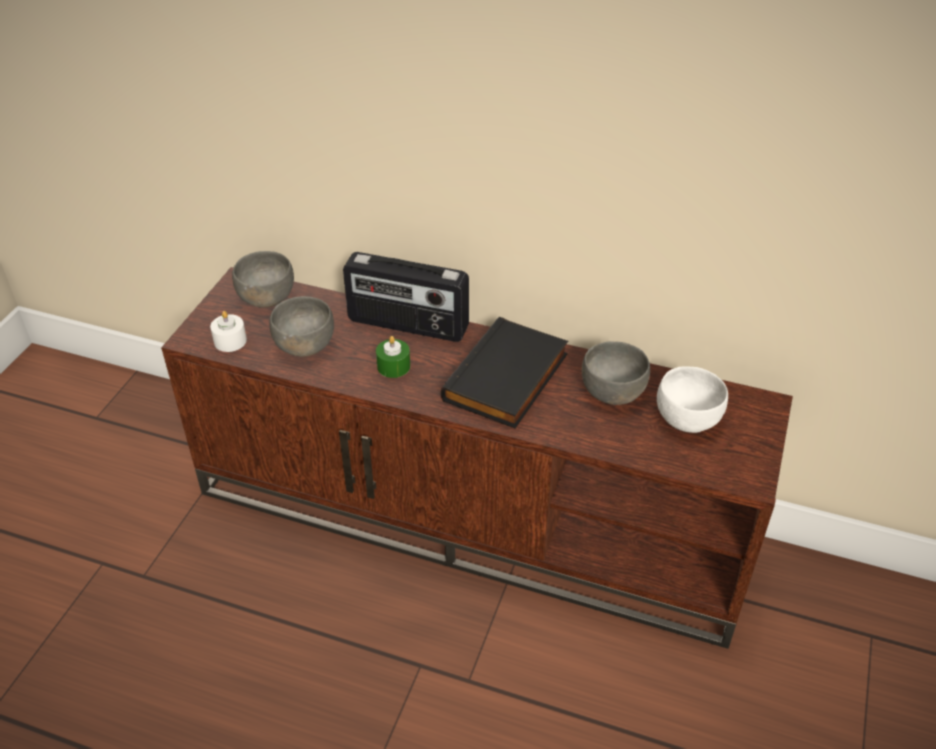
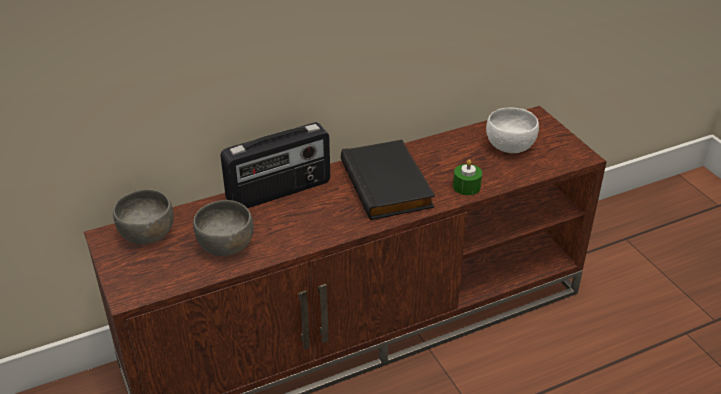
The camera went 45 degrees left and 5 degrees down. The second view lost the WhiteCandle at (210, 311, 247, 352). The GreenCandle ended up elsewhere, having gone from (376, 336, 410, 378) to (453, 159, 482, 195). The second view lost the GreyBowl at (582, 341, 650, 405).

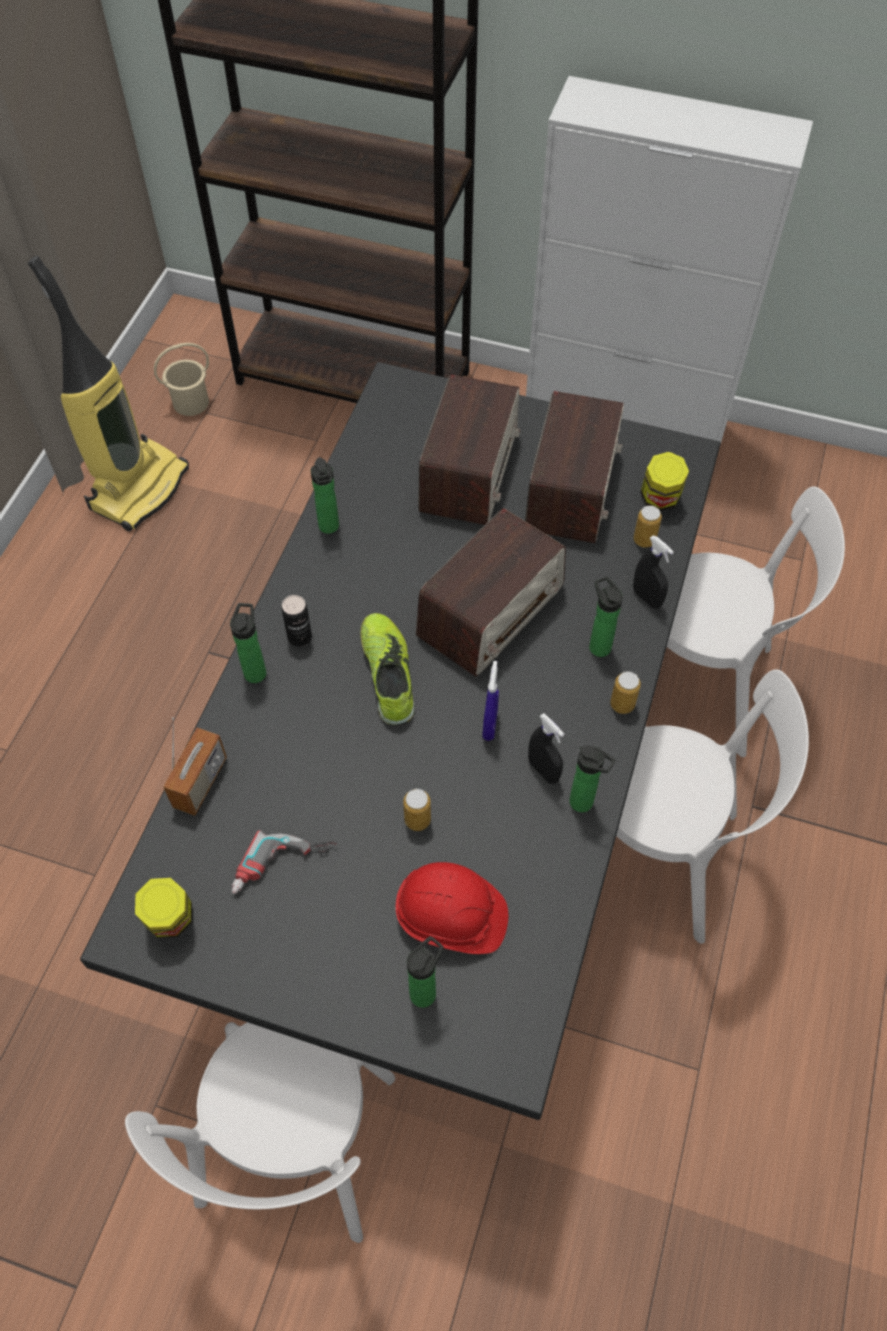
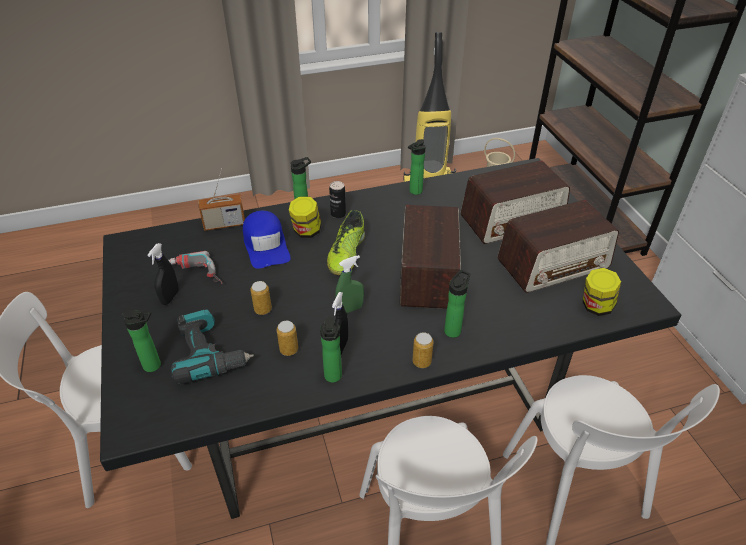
The camera went 55 degrees right and 15 degrees down. The Can ended up elsewhere, having gone from (633, 505, 662, 548) to (277, 321, 298, 356). The Radio at (416, 508, 566, 677) ended up facing another way, 90 degrees counterclockwise from before. The BlackSprayBottle ended up elsewhere, having gone from (633, 535, 674, 609) to (147, 243, 179, 305). The Shoe at (361, 613, 415, 725) ended up facing another way, 150 degrees clockwise from before. What was the BlueSprayBottle at (482, 661, 499, 741) turned into the GreenSprayBottle at (335, 255, 364, 313). Where the RedHardHat stood at (395, 862, 508, 954), the PowerDrill came to stand at (171, 309, 254, 384). The Jar ended up elsewhere, having gone from (135, 878, 192, 938) to (289, 196, 321, 238). The second view gained the BlueCap at (243, 211, 291, 269).

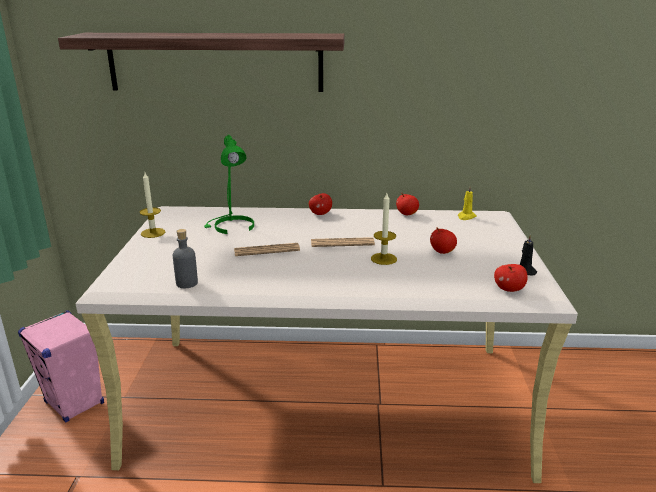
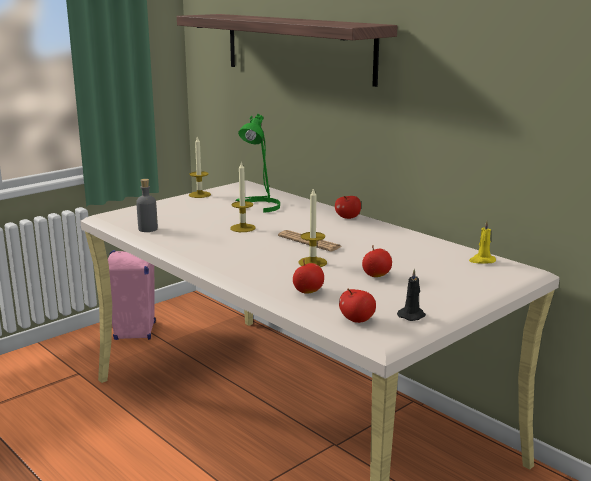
The camera went 45 degrees right and 5 degrees down. The Apple ended up elsewhere, having gone from (396, 193, 419, 215) to (293, 259, 324, 294). Where the Newspaper stood at (234, 243, 300, 256), the Candle came to stand at (230, 161, 256, 232).

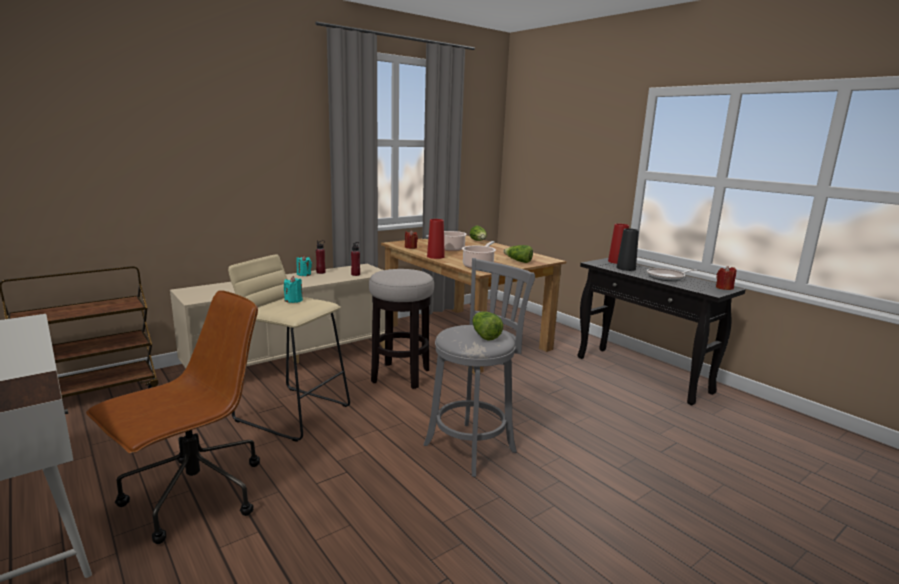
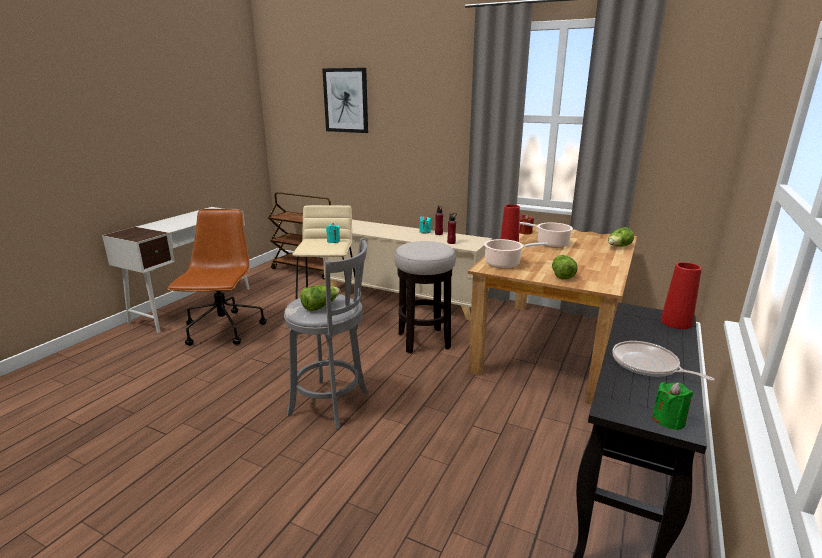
The camera went 65 degrees right and 5 degrees up. The second view lost the BlackVase at (616, 228, 639, 271). What was the RedCandle at (716, 266, 736, 290) turned into the GreenCandle at (652, 382, 693, 430). The BrownOfficeChair at (86, 290, 260, 544) ended up facing another way, 105 degrees counterclockwise from before. The second view gained the Picture at (322, 68, 368, 133).

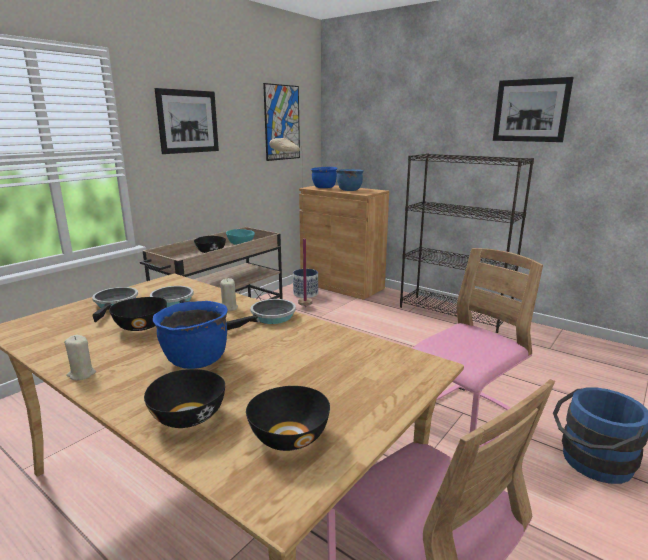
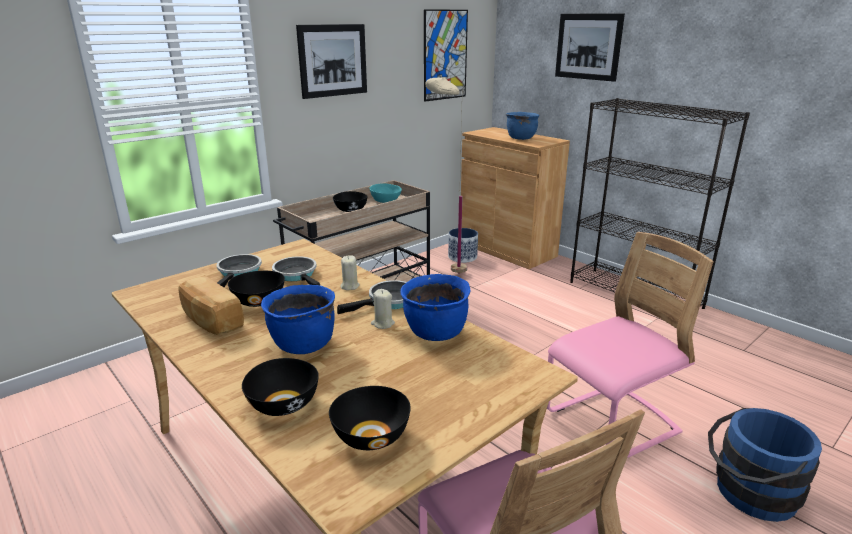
The camera went 10 degrees right and 5 degrees up. The Picture ended up elsewhere, having gone from (493, 77, 574, 142) to (555, 13, 625, 82). The BlueCookingPot ended up elsewhere, having gone from (311, 167, 337, 188) to (400, 274, 471, 341). The BeigeCandle ended up elsewhere, having gone from (64, 335, 96, 380) to (371, 289, 395, 329). The second view gained the Bread at (178, 275, 244, 335).

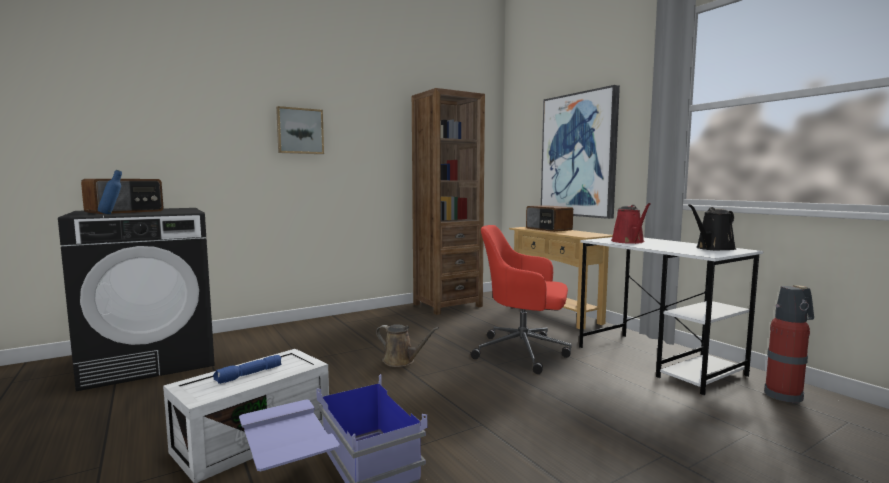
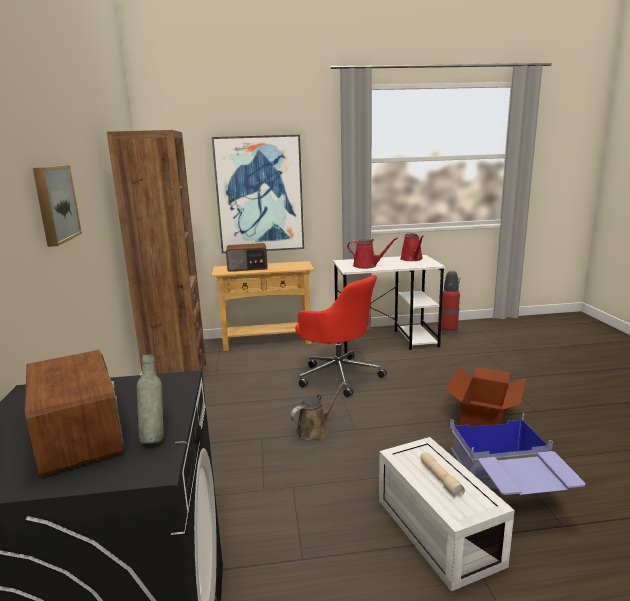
The camera went 65 degrees left and 10 degrees up. What was the BlueBottle at (98, 170, 122, 214) turned into the GreyBottle at (137, 354, 163, 444). What was the BlackWateringCan at (688, 204, 736, 251) turned into the RedWateringCan at (400, 233, 424, 261). The RedOfficeChair at (471, 225, 571, 374) ended up facing another way, 90 degrees counterclockwise from before. What was the BlueFlashlight at (213, 355, 281, 384) turned into the BeigeFlashlight at (420, 452, 465, 497). The second view gained the CardboardBox at (446, 367, 526, 427).

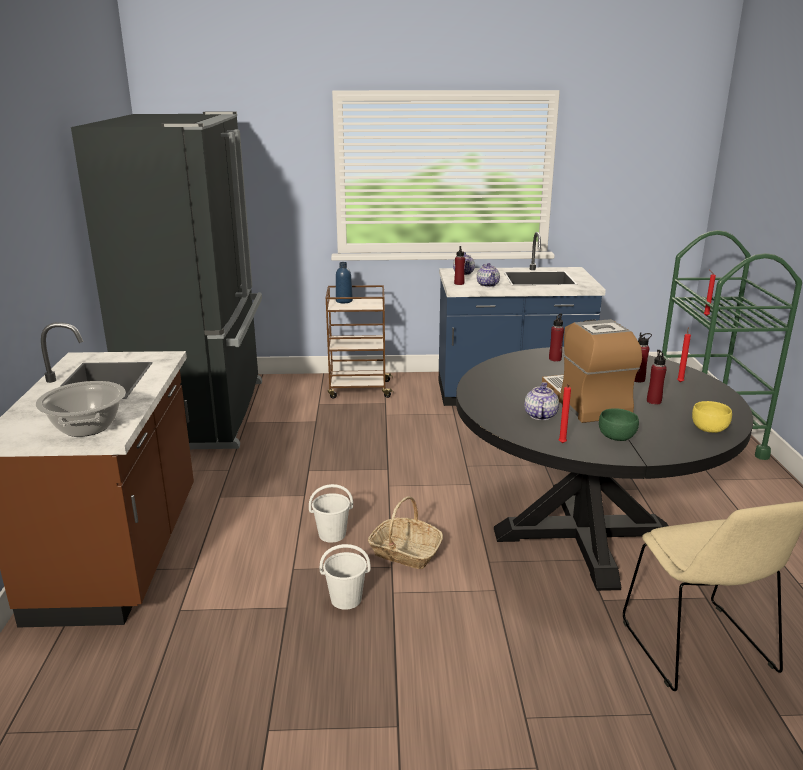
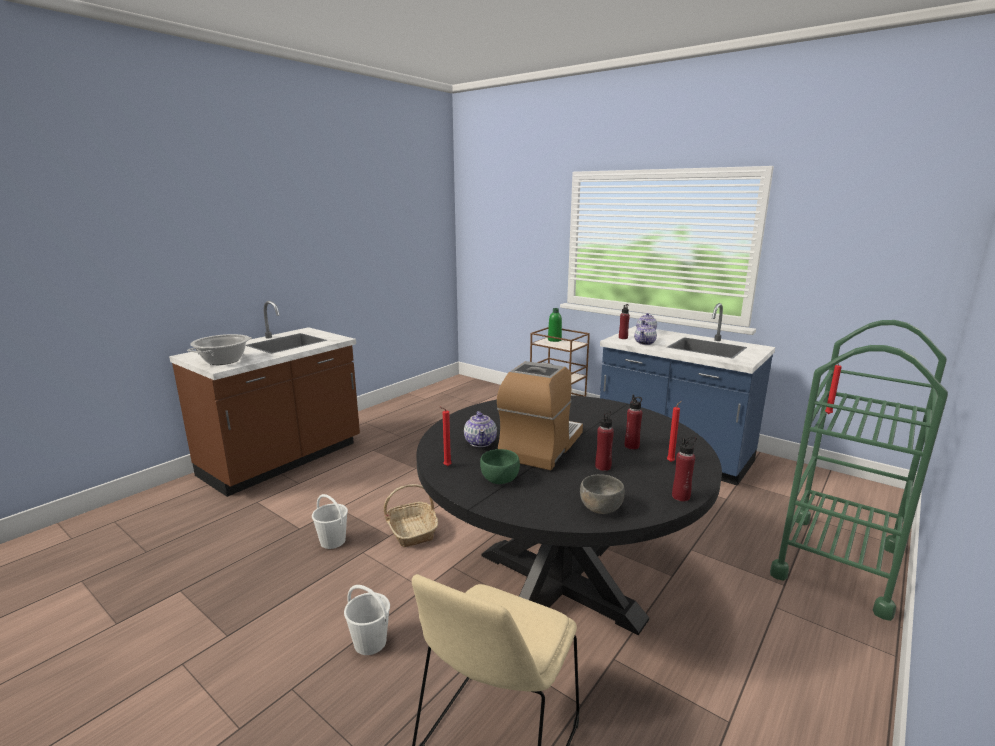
The camera went 40 degrees right and 5 degrees down. The second view lost the BlackFridge at (71, 111, 262, 449). What was the BlueBottle at (336, 262, 353, 303) turned into the GreenBottle at (548, 308, 562, 342). The RedBottle ended up elsewhere, having gone from (549, 313, 564, 361) to (672, 436, 697, 502). The Teapot at (524, 382, 559, 420) ended up facing another way, 120 degrees clockwise from before. What was the YellowBowl at (692, 401, 732, 433) turned into the GreyBowl at (580, 474, 625, 514). The WhiteBucket ended up elsewhere, having gone from (309, 484, 353, 543) to (344, 585, 390, 655).

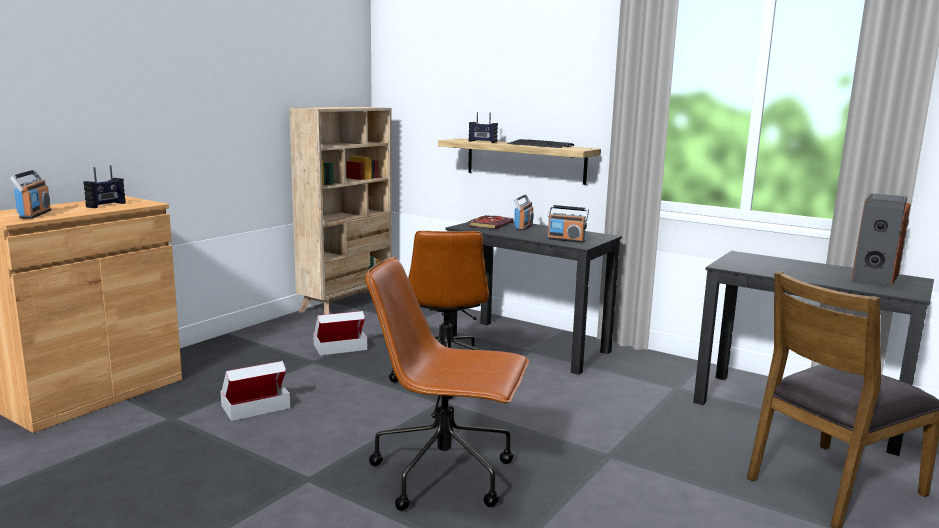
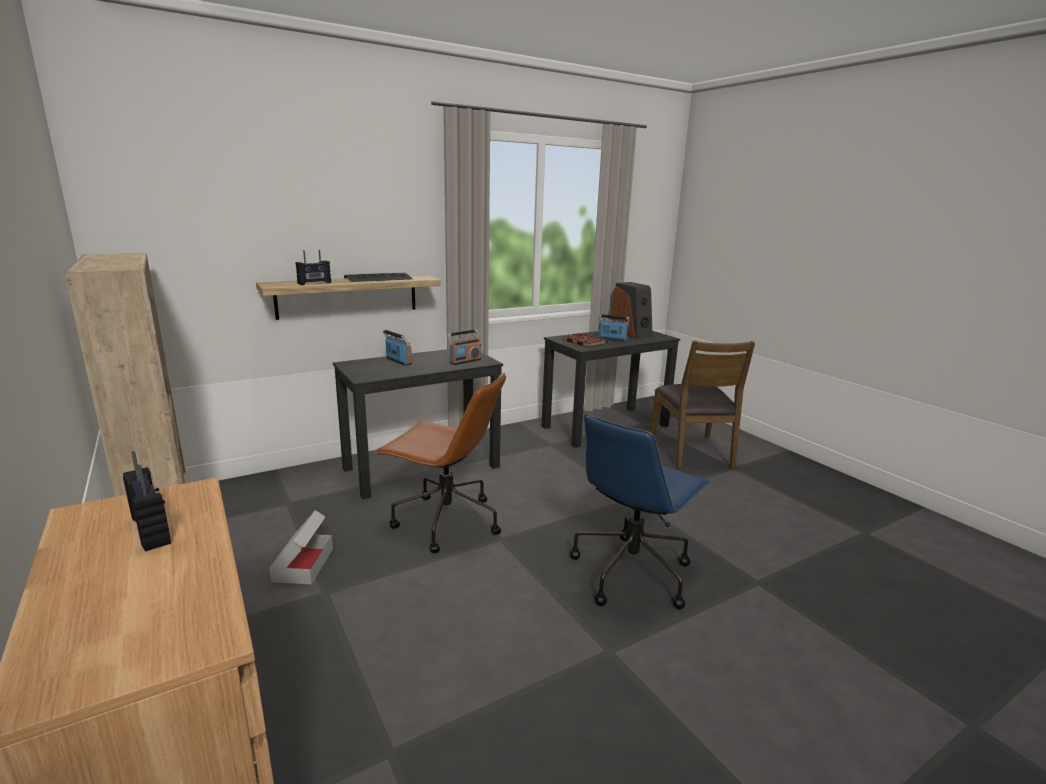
The camera went 65 degrees left and 5 degrees up. The Radio ended up elsewhere, having gone from (10, 170, 51, 219) to (598, 314, 629, 342). The Book ended up elsewhere, having gone from (468, 215, 514, 229) to (562, 333, 607, 347). What was the BrownOfficeChair at (365, 257, 529, 511) turned into the BlueOfficeChair at (570, 414, 711, 609). The second view lost the CardboardBox at (220, 361, 290, 421).

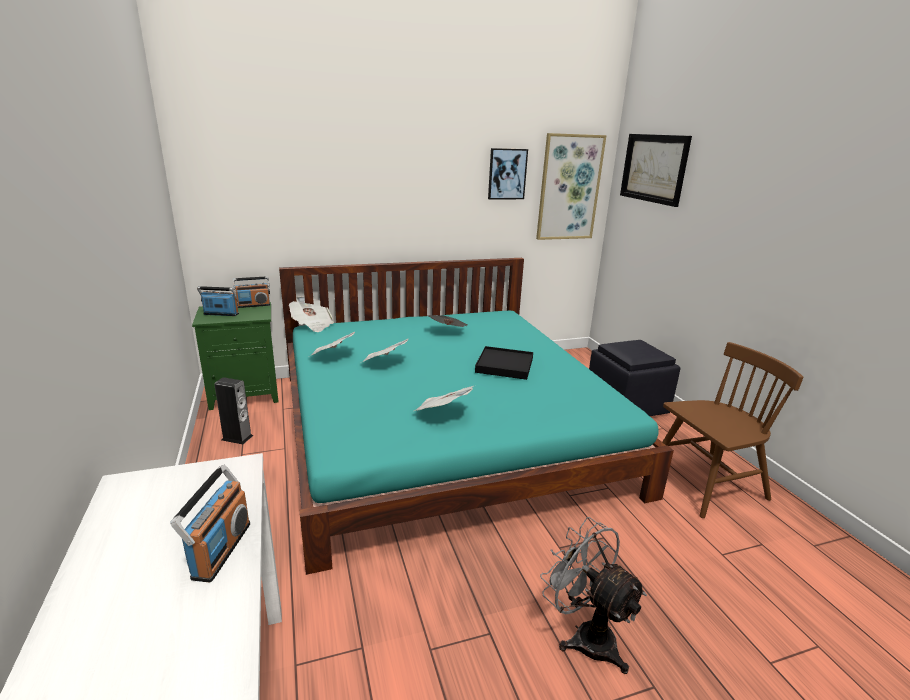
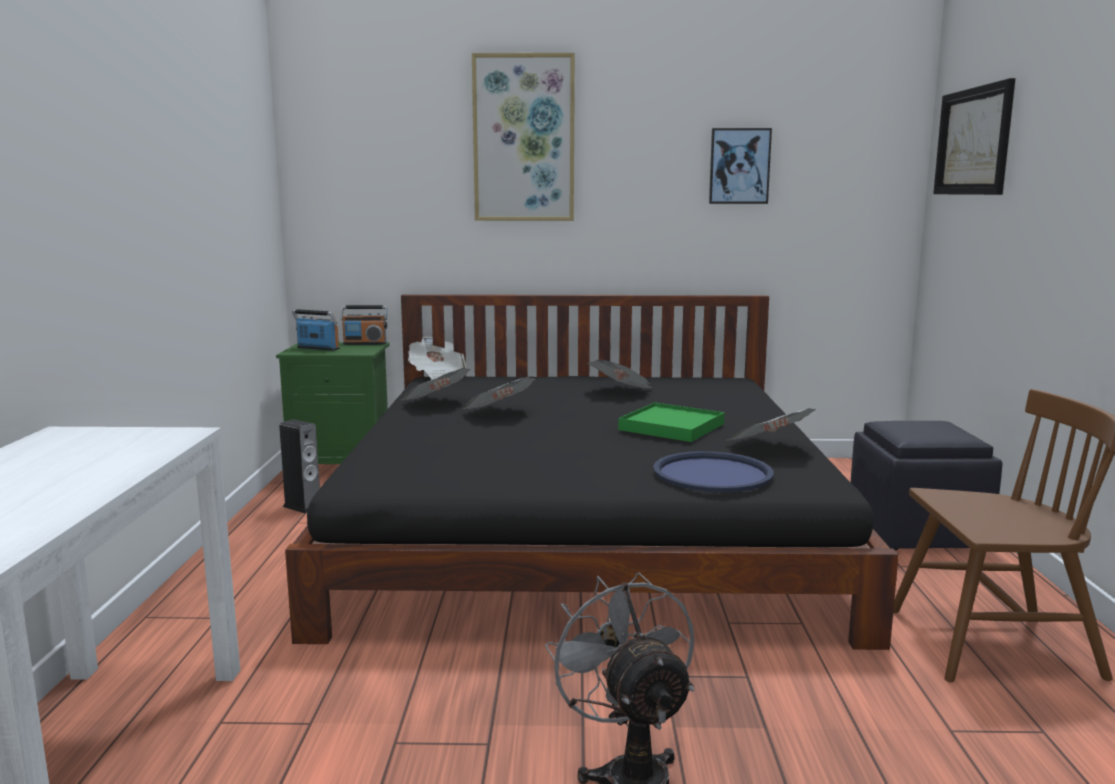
The camera went 20 degrees right and 10 degrees down. The Picture ended up elsewhere, having gone from (536, 133, 607, 240) to (472, 53, 575, 221). What was the TurquoiseBed at (279, 258, 674, 575) turned into the BlackBed at (285, 294, 899, 650). What was the BlackTray at (475, 346, 533, 380) turned into the GreenTray at (618, 402, 725, 442). The Newspaper ended up elsewhere, having gone from (414, 386, 473, 411) to (727, 408, 816, 441). The second view lost the Radio at (170, 465, 250, 582). The second view gained the BlueTray at (653, 451, 773, 492).

